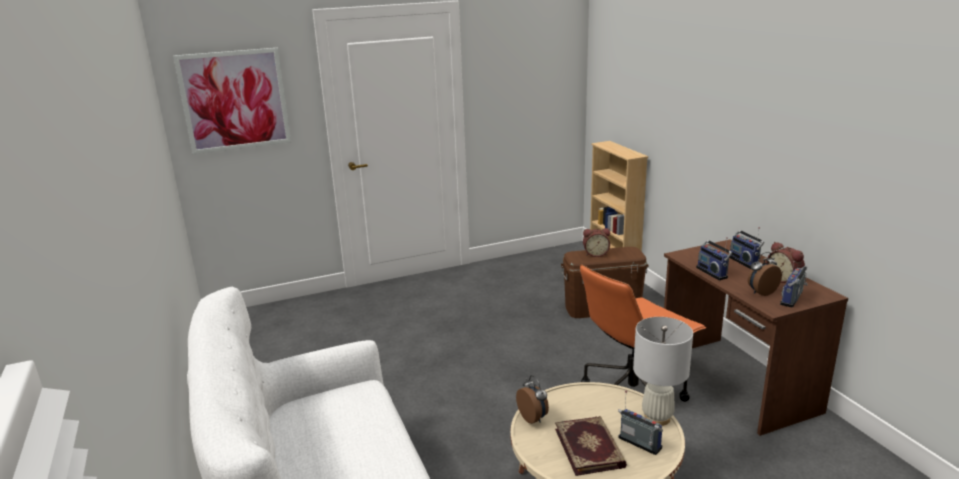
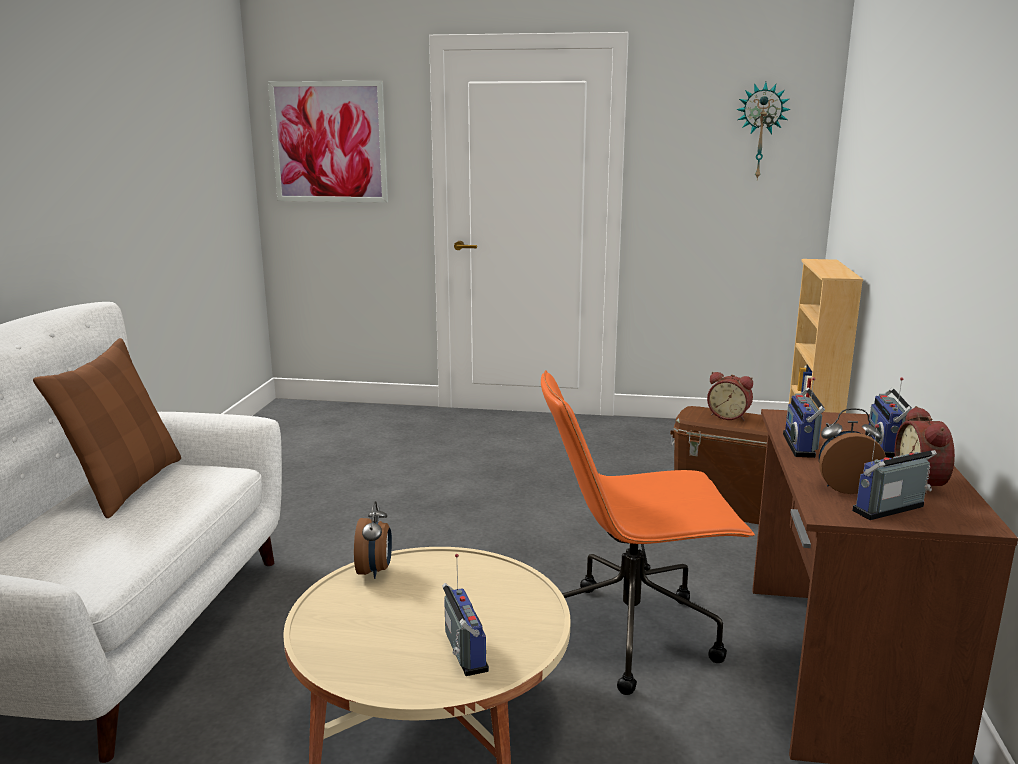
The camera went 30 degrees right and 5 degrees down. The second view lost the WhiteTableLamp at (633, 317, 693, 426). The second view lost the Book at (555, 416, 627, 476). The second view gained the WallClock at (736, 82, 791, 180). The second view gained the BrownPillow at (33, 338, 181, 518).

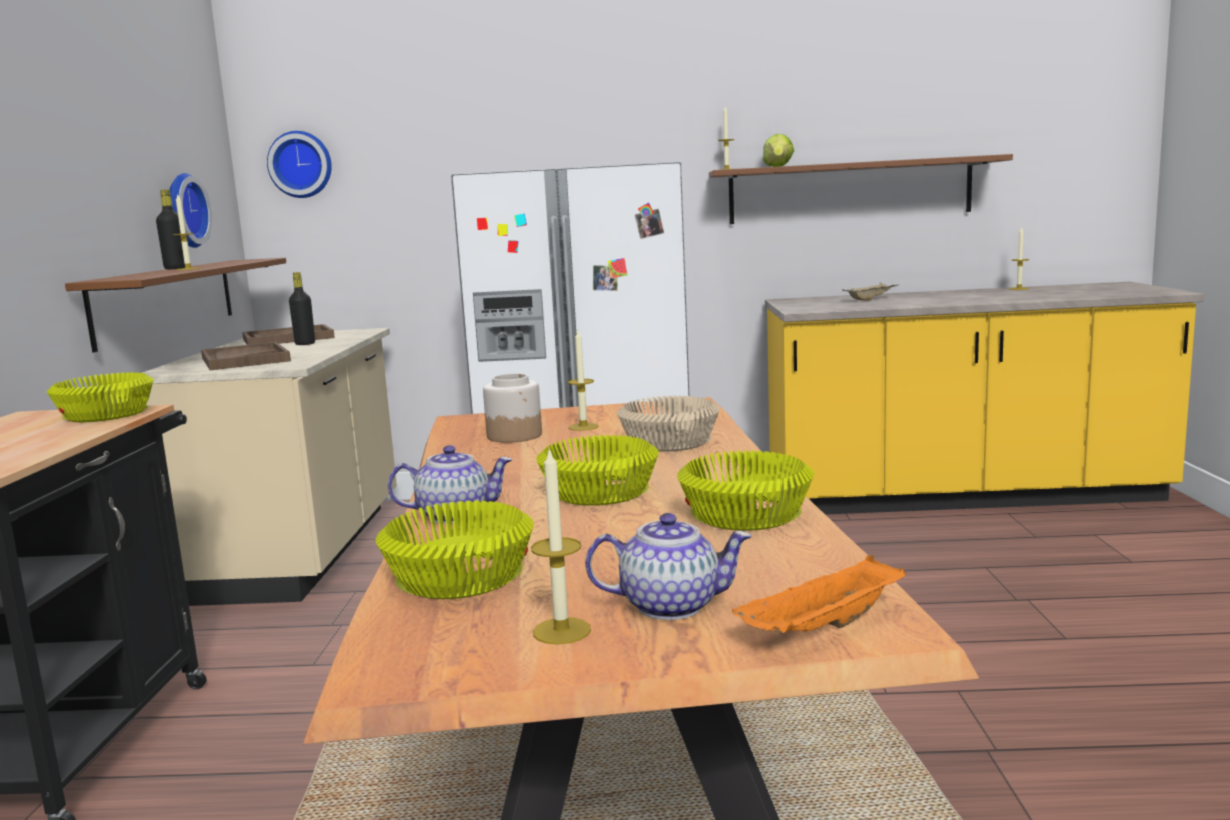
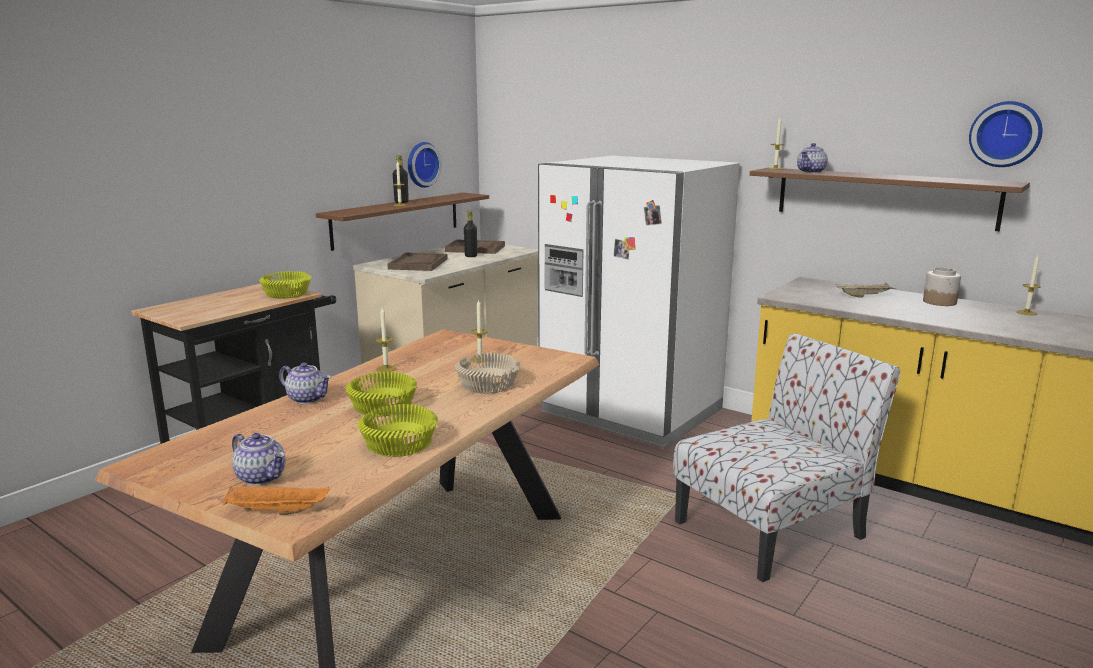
The camera went 35 degrees right and 5 degrees up. The WallClock ended up elsewhere, having gone from (267, 131, 332, 198) to (969, 101, 1043, 167). Where the Lettuce stood at (763, 134, 794, 167), the Teapot came to stand at (797, 143, 828, 173). The Jar ended up elsewhere, having gone from (483, 374, 542, 443) to (923, 267, 961, 306). The Candle ended up elsewhere, having gone from (531, 447, 591, 645) to (376, 307, 396, 372). The second view lost the YellowBowl at (376, 501, 534, 599). The second view gained the Chair at (673, 333, 900, 582).

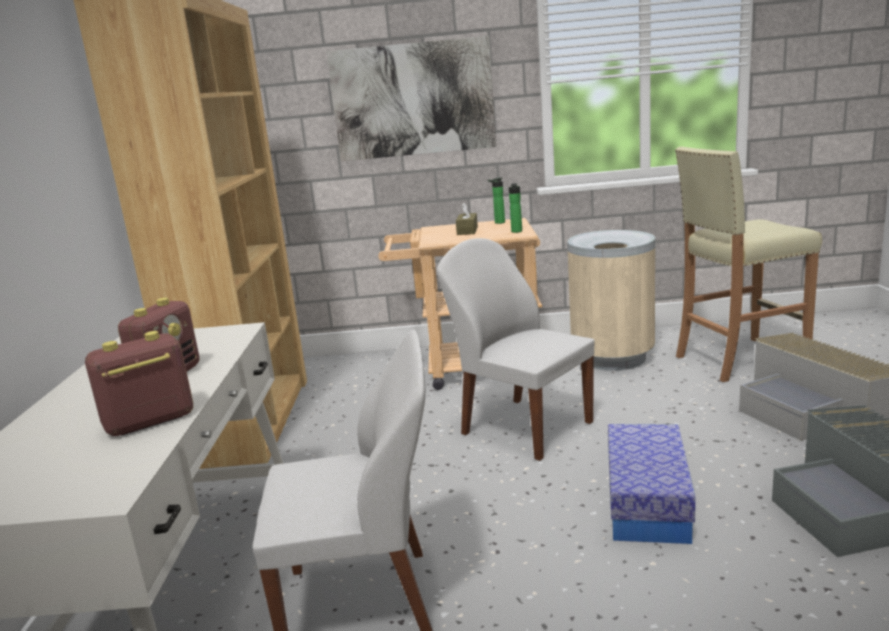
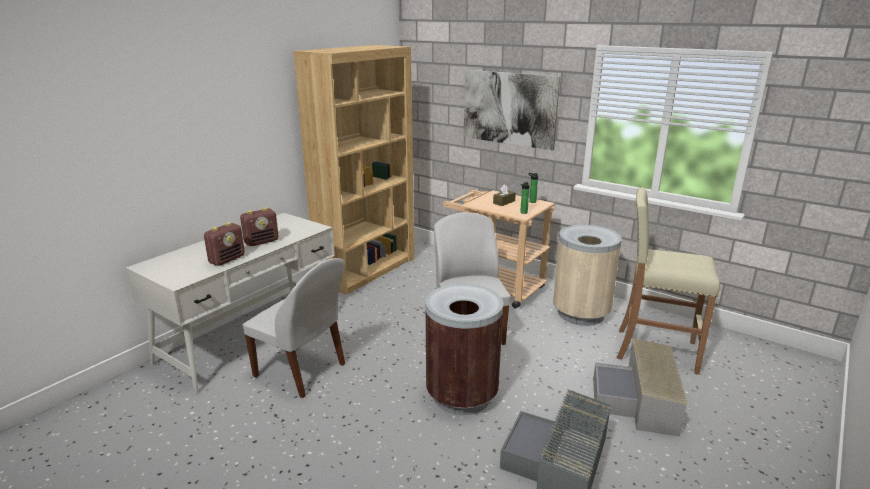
The camera went 35 degrees right and 5 degrees up. The Radio at (85, 331, 193, 436) ended up facing another way, 120 degrees clockwise from before. Where the StorageBox stood at (608, 424, 696, 544), the BrownTrashCan came to stand at (425, 284, 503, 415).

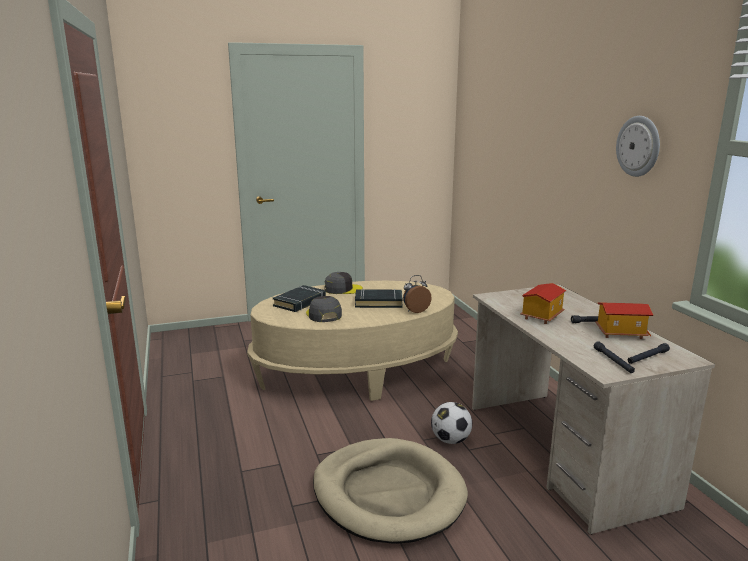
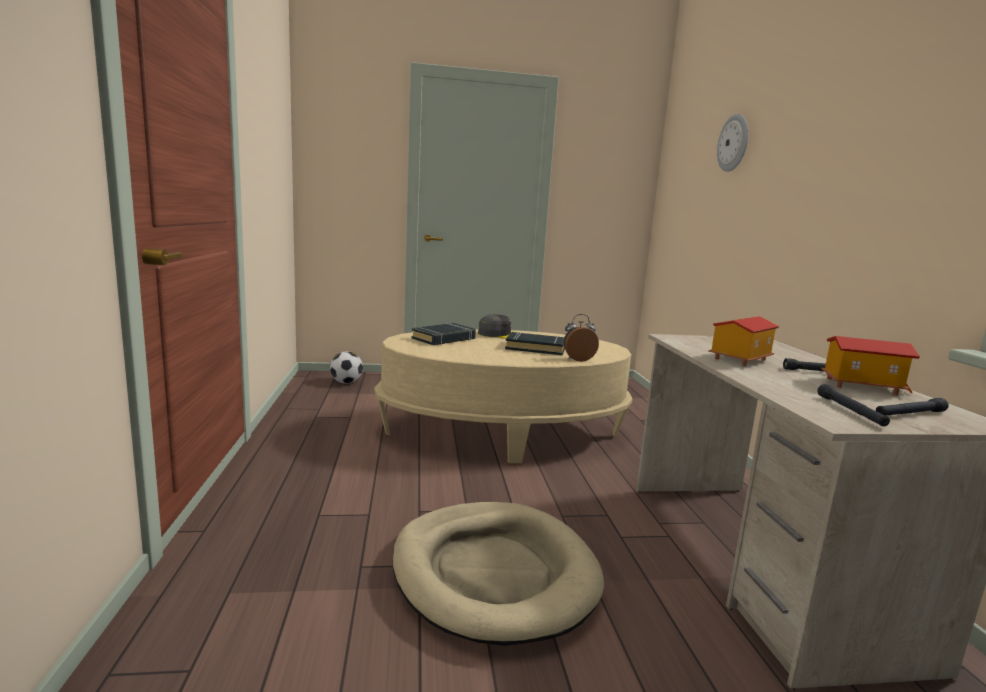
The camera went 10 degrees right and 5 degrees down. The WallClock ended up elsewhere, having gone from (616, 116, 660, 177) to (717, 114, 748, 172). The second view lost the GreyCap at (306, 296, 342, 322). The Football ended up elsewhere, having gone from (431, 402, 472, 444) to (330, 352, 363, 384).

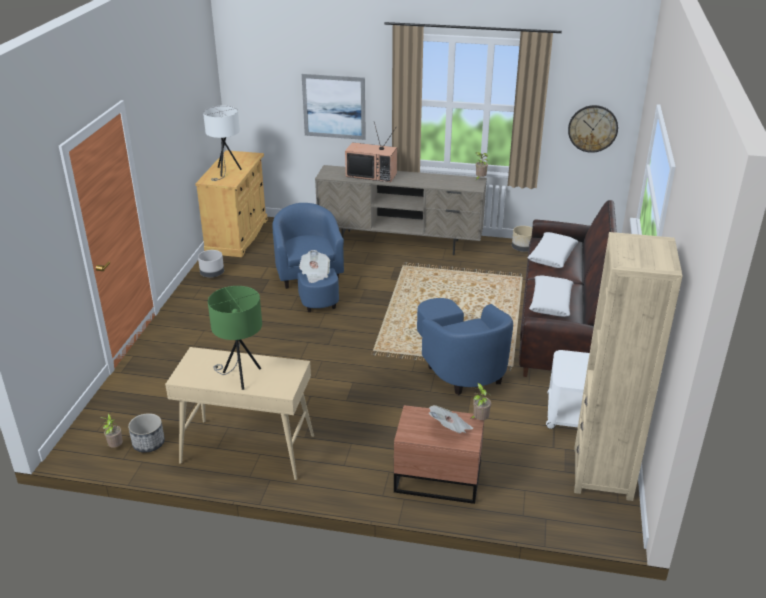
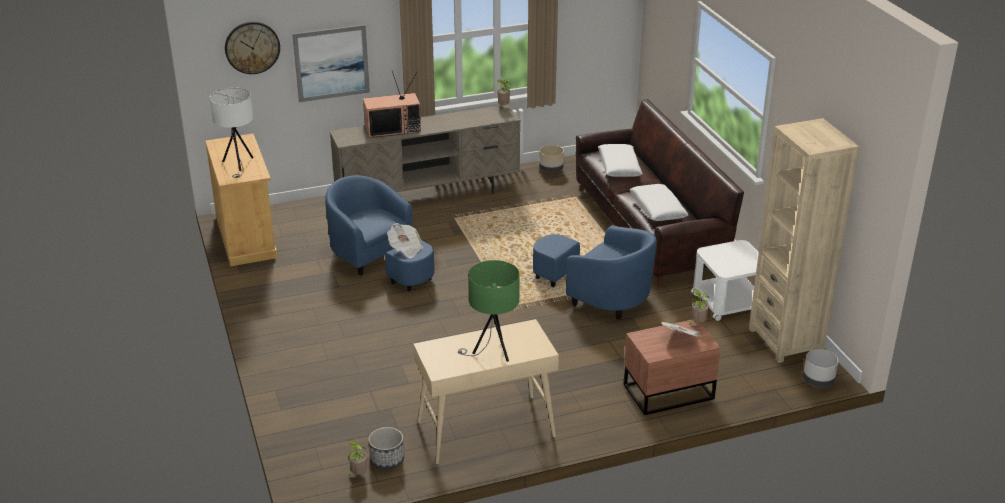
The camera went 30 degrees left and 0 degrees up. The WallClock ended up elsewhere, having gone from (568, 105, 618, 153) to (225, 22, 280, 74). The GreyPlanter ended up elsewhere, having gone from (198, 250, 224, 277) to (803, 349, 839, 387).

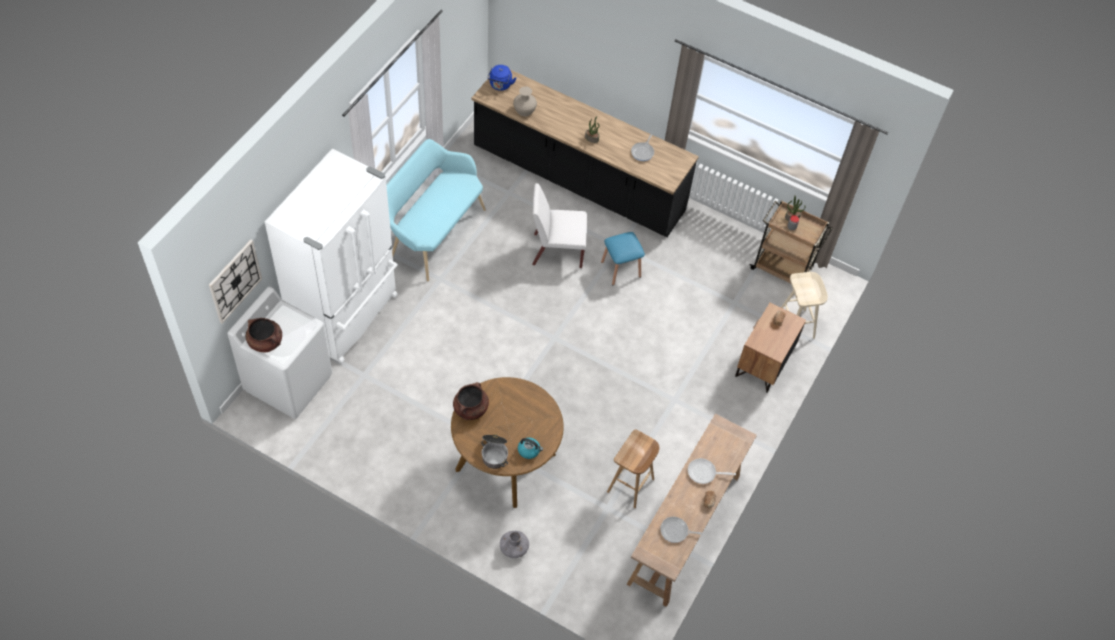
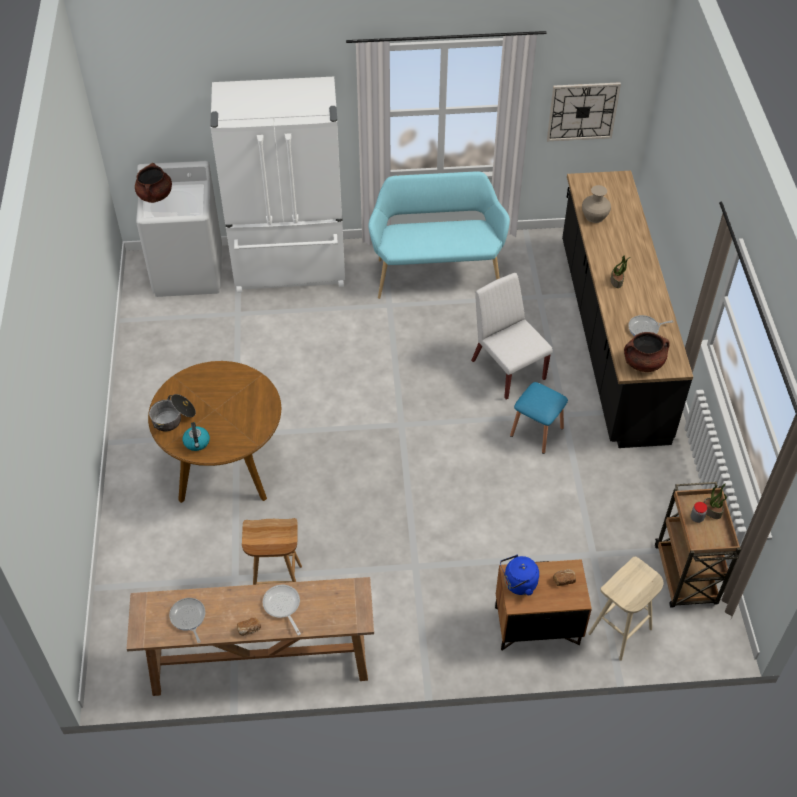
The camera went 60 degrees right and 5 degrees down. The BlueKettle ended up elsewhere, having gone from (487, 65, 516, 91) to (500, 555, 539, 595). The WallClock ended up elsewhere, having gone from (209, 240, 262, 324) to (547, 82, 621, 141). The BrownCookingPot ended up elsewhere, having gone from (453, 382, 489, 420) to (624, 332, 670, 372). The second view lost the GreyVase at (500, 531, 529, 558).

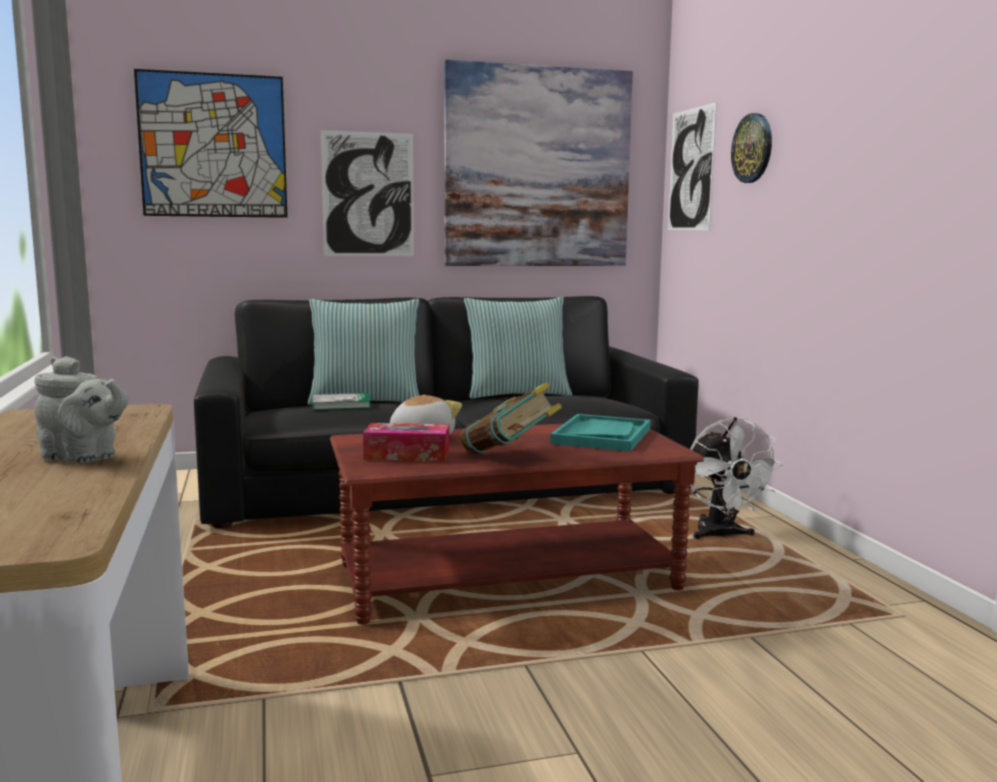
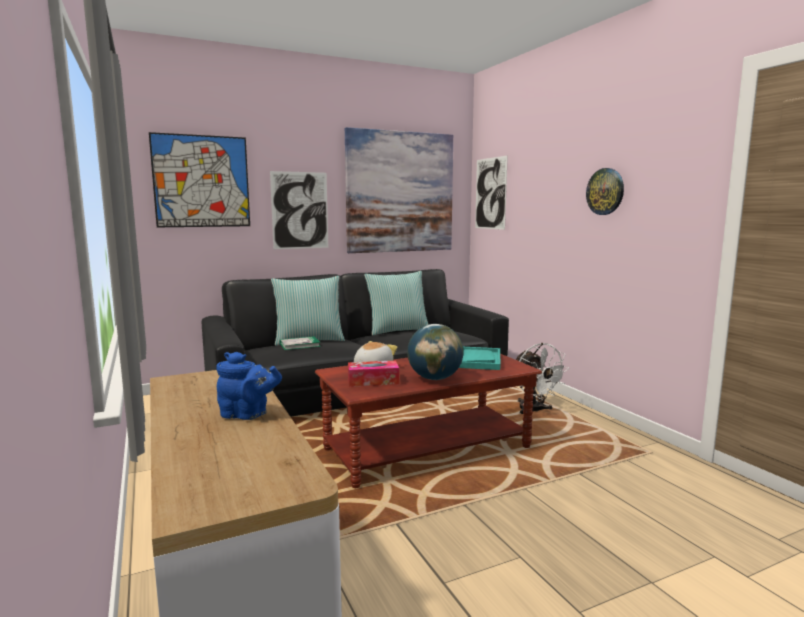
The camera went 10 degrees left and 0 degrees up. The WallClock ended up elsewhere, having gone from (731, 113, 772, 183) to (586, 168, 624, 215). What was the GreyTeapot at (34, 356, 129, 463) turned into the BlueTeapot at (216, 352, 282, 420). Where the Book stood at (460, 383, 562, 455), the Globe came to stand at (407, 324, 464, 380).

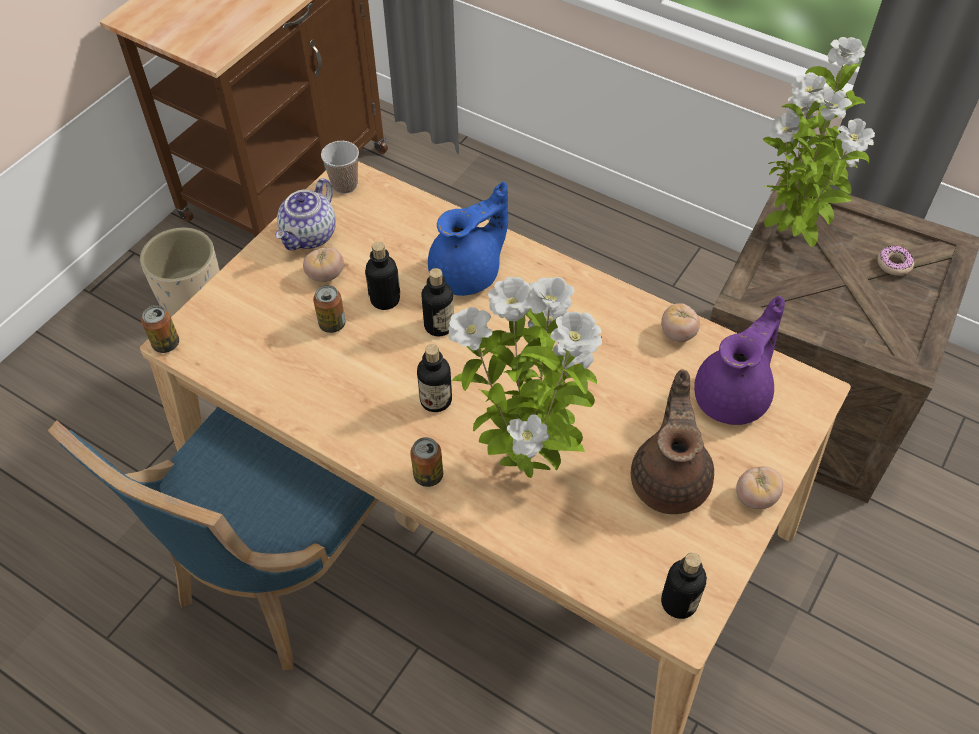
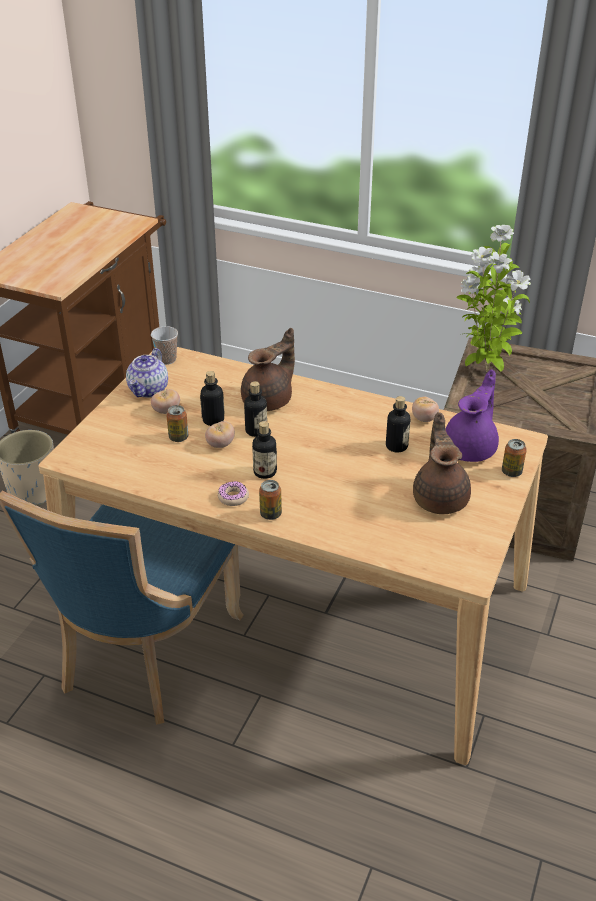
The camera went 10 degrees left and 15 degrees down. What was the BlueTeapot at (428, 181, 508, 296) turned into the BrownTeapot at (241, 328, 295, 411). The Donut ended up elsewhere, having gone from (877, 246, 914, 276) to (218, 481, 249, 506). The second view lost the PottedPlant at (448, 277, 602, 478). The Can ended up elsewhere, having gone from (141, 305, 179, 353) to (502, 439, 527, 477). The Tomato ended up elsewhere, having gone from (736, 466, 783, 509) to (205, 421, 235, 448). The Bottle ended up elsewhere, having gone from (661, 553, 707, 619) to (386, 396, 411, 452).

